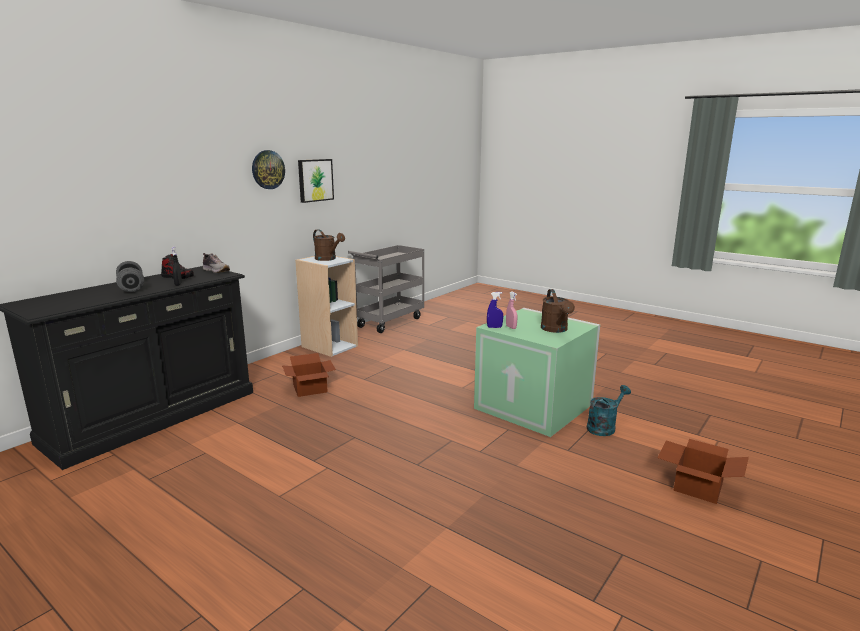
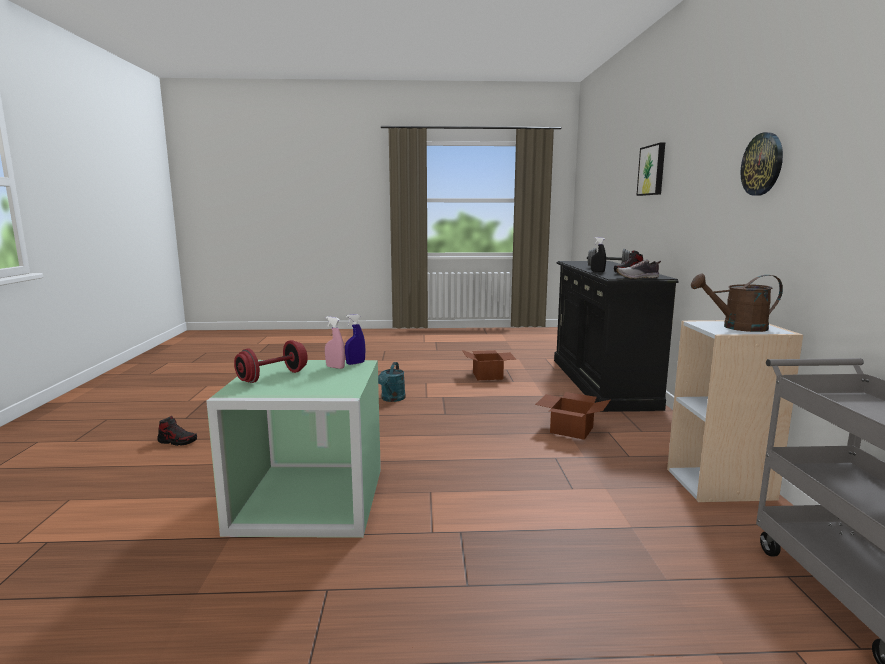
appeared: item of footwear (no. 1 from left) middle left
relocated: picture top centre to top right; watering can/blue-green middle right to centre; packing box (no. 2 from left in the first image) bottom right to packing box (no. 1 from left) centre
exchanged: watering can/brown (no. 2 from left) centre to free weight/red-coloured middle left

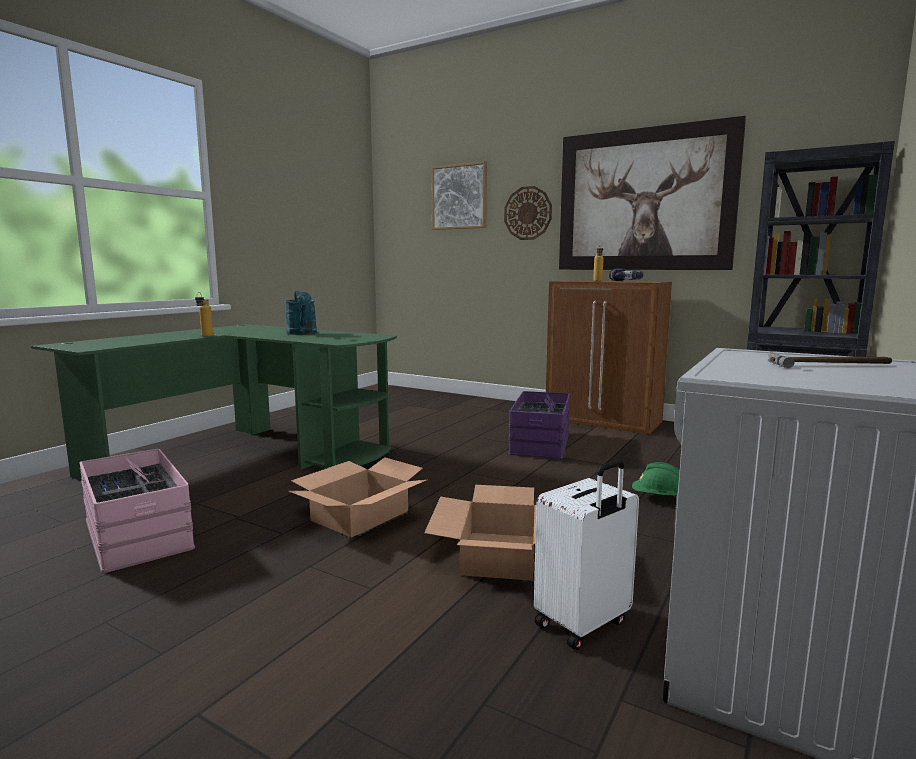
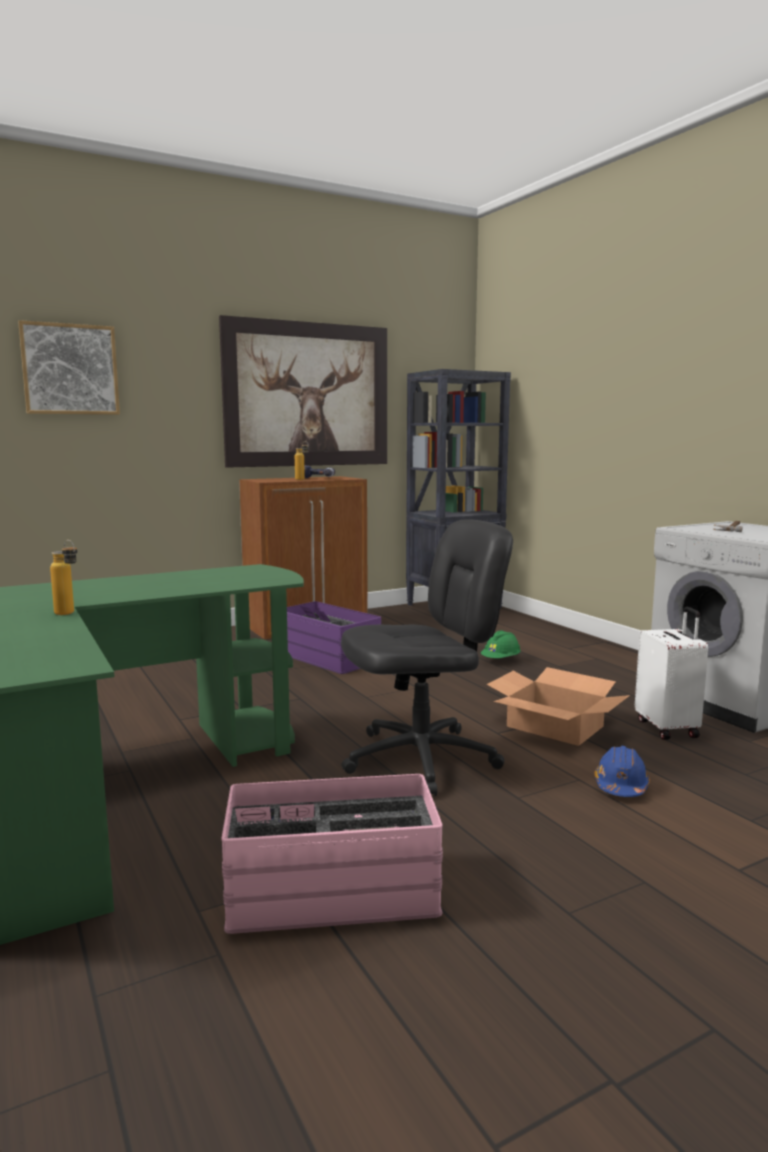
missing: hanging clock top centre; watering can/blue-green middle left
appeared: work helmet/bluish bottom right
exchanged: packing box (no. 1 from left) centre to computer chair/blackish centre

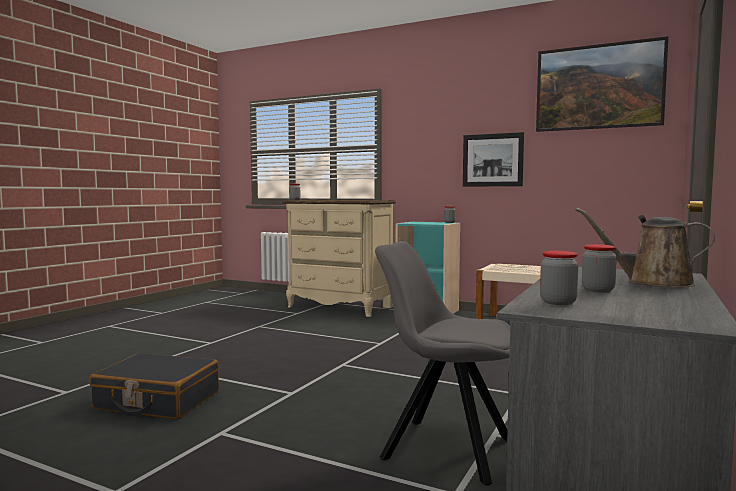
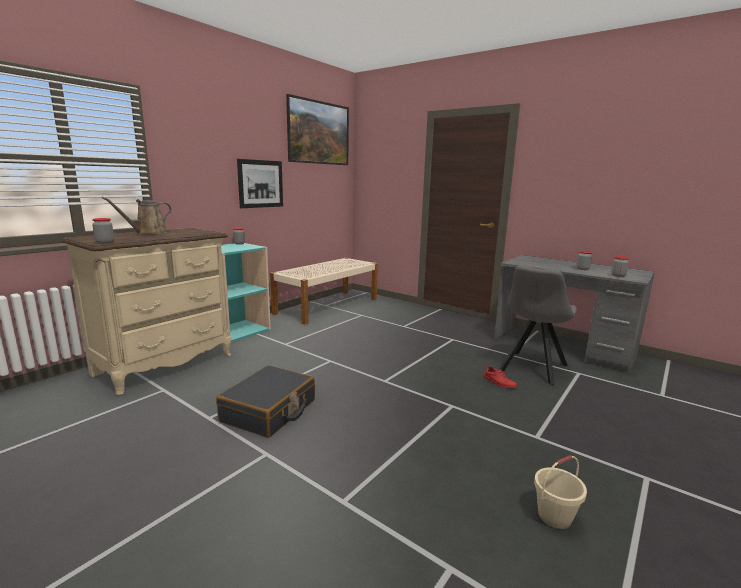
appeared: item of footwear/red-coloured middle right; pail/beige bottom right
relocated: watering can/brown middle right to middle left; suitcase/blackish bottom left to bottom centre

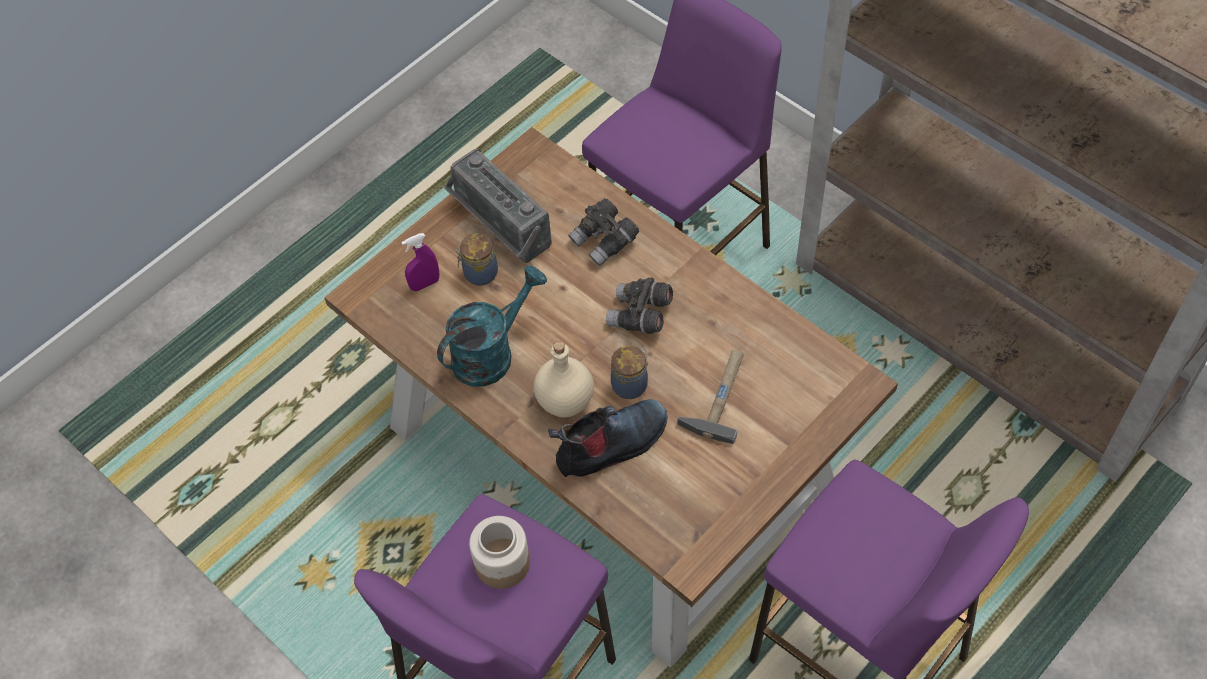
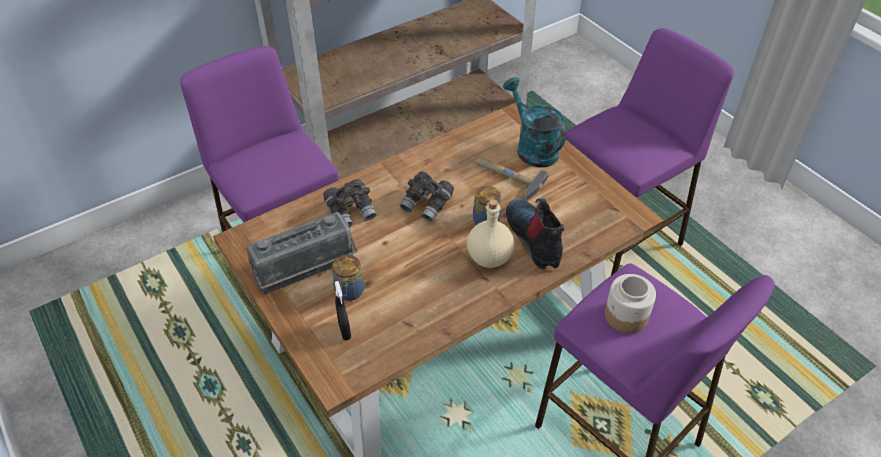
relocated: watering can/blue-green centre to top centre
colour: hand sprayer/purple centre to hand sprayer/blackish bottom centre

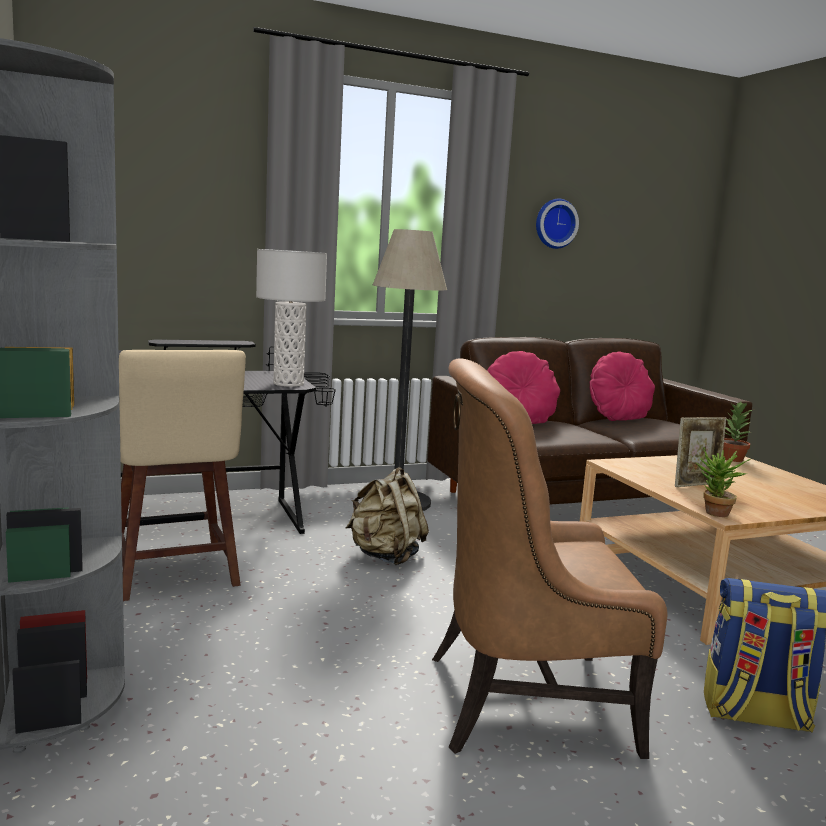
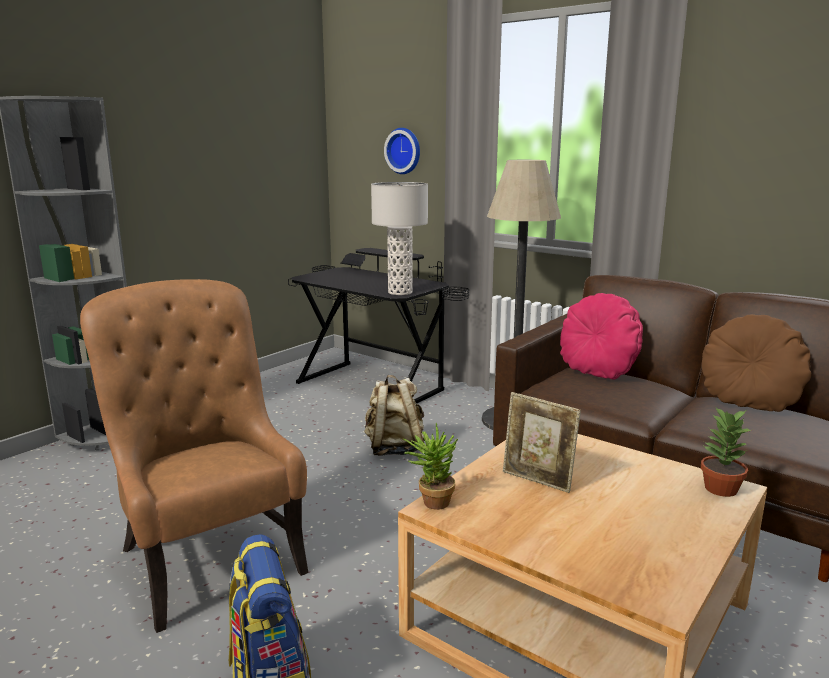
missing: stool seat/beige middle left
relocated: hanging clock top right to top centre
colour: cushion/pink-coloured (no. 2 from left) middle right to cushion/brown middle right

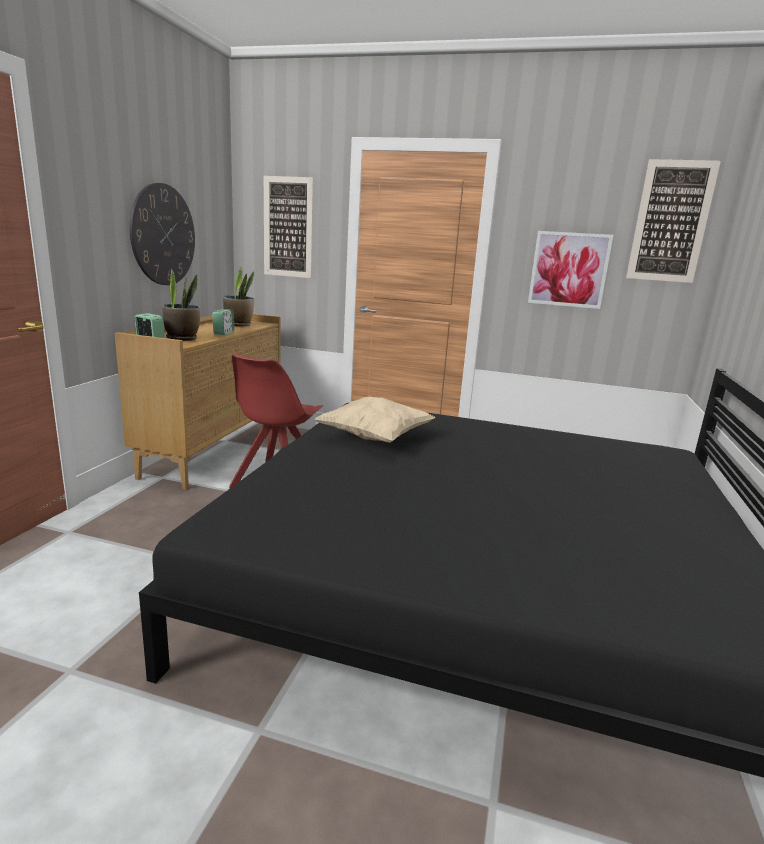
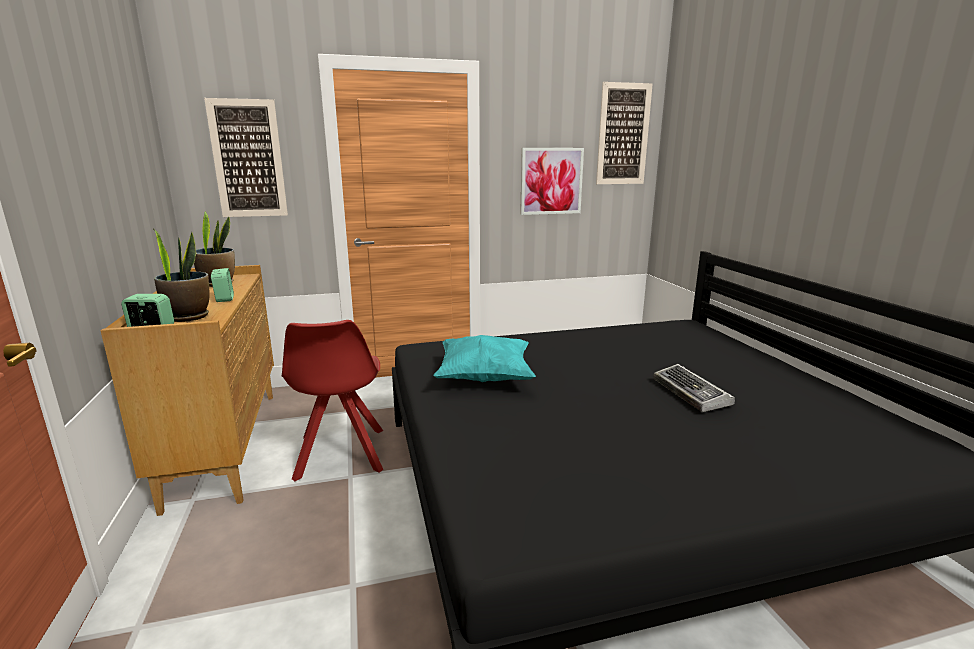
missing: hanging clock top left
appeared: computer keyboard middle right
colour: cushion/beige centre to cushion/blue-green centre

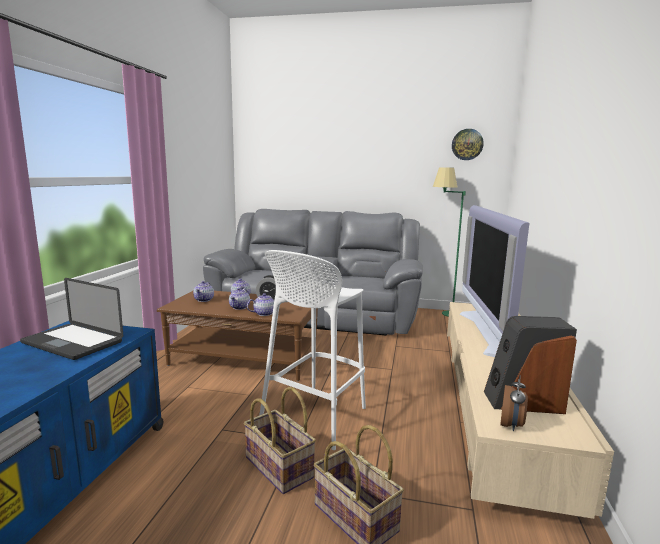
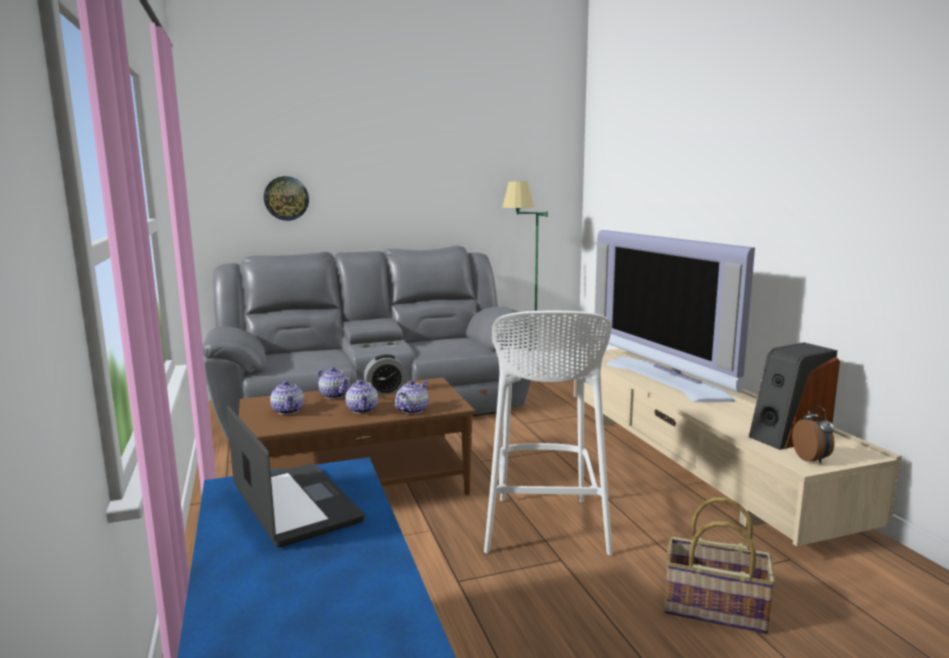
missing: storage basket (no. 1 from left) bottom centre
relocated: hanging clock top right to top left
spun: laptop middle left = bottom left 120 degrees counterclockwise

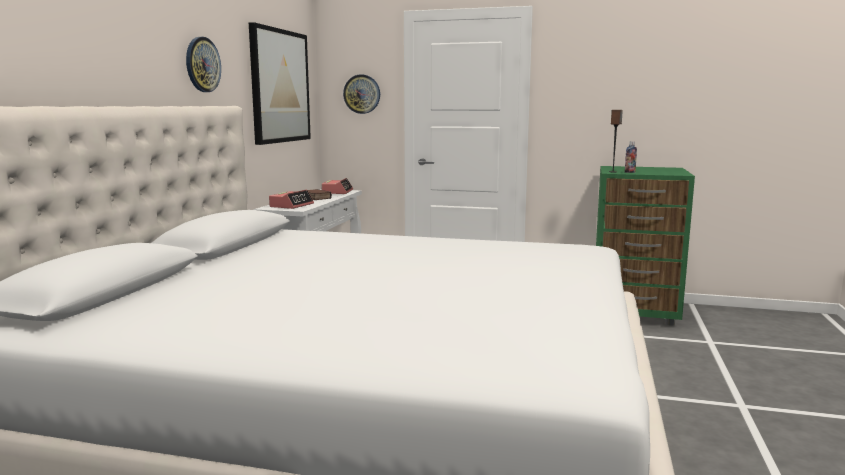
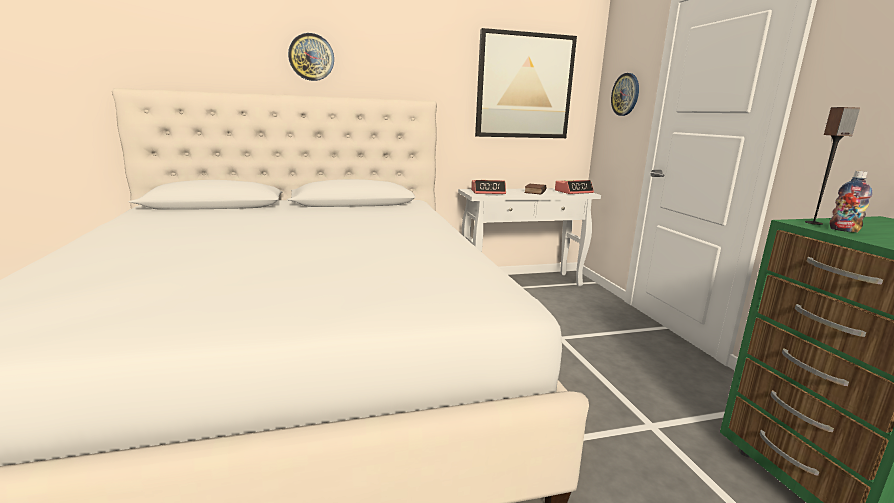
relocated: hanging clock (no. 1 from left) top left to top centre

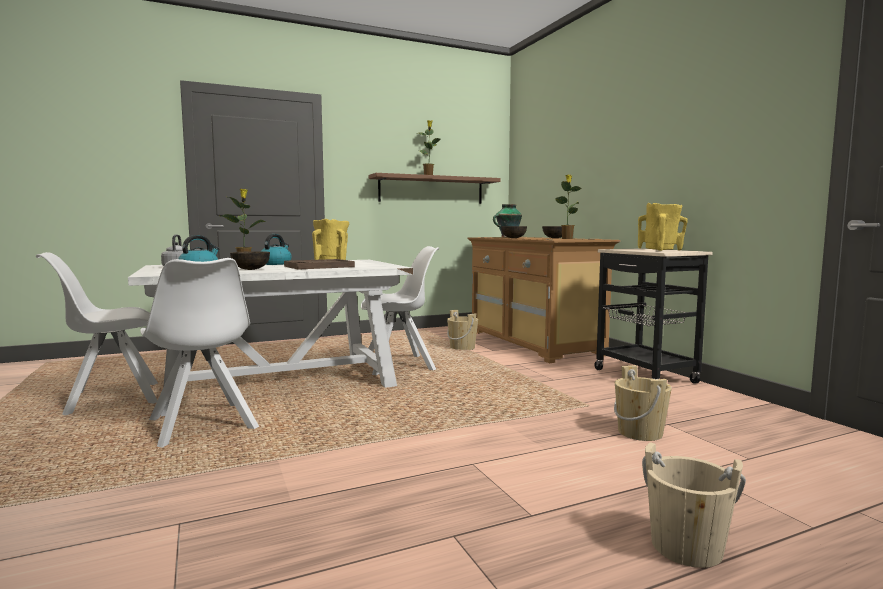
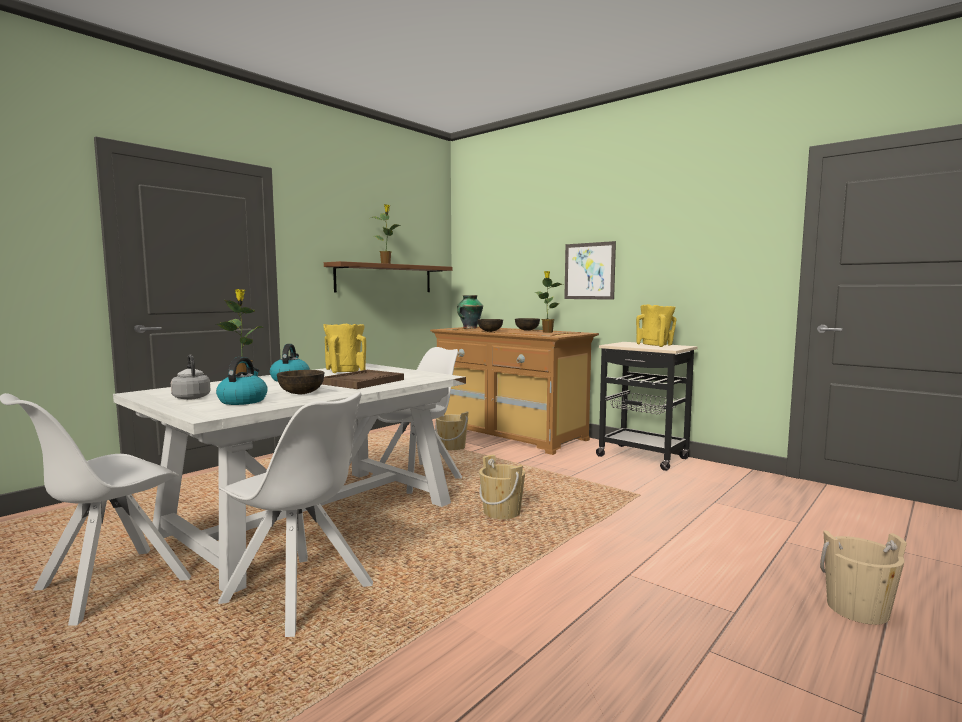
appeared: picture centre
relocated: pail/beige (no. 2 from left) bottom right to bottom centre

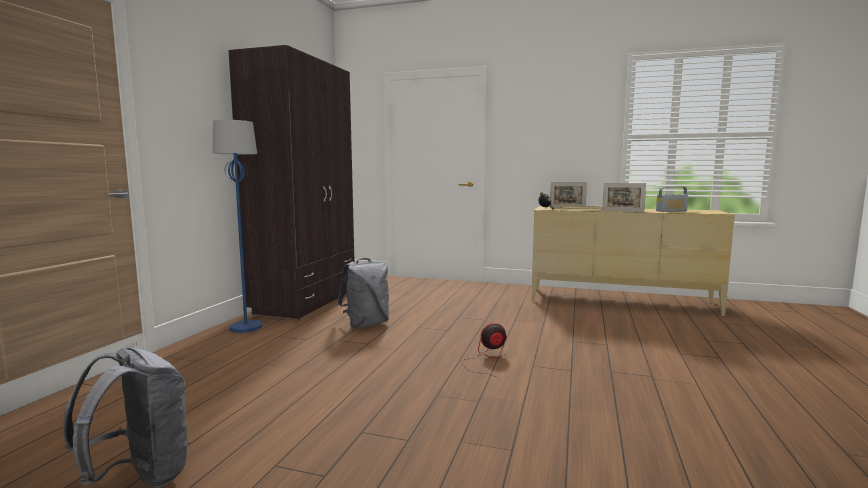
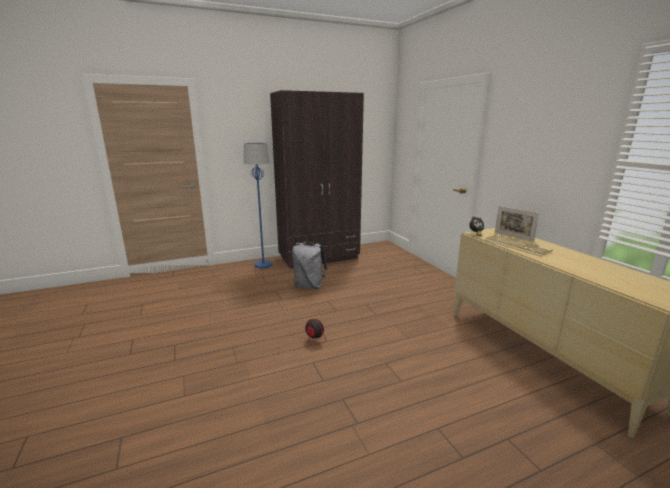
missing: standing frame (no. 2 from left) middle right; radio receiver middle right; rucksack/greyish (no. 1 from left) bottom left

